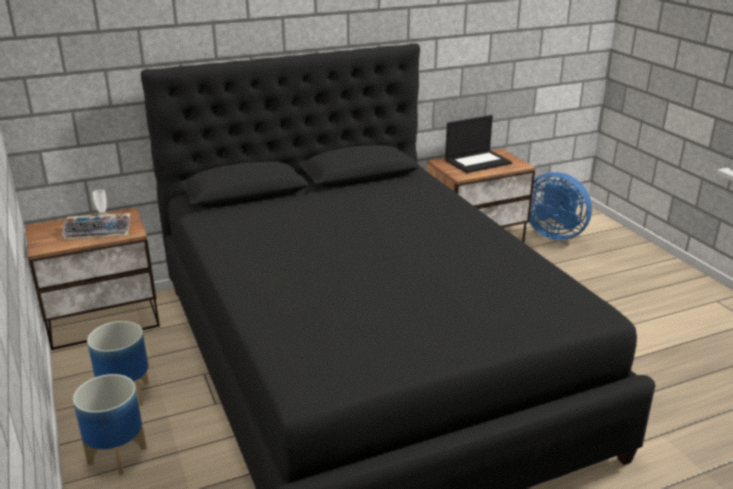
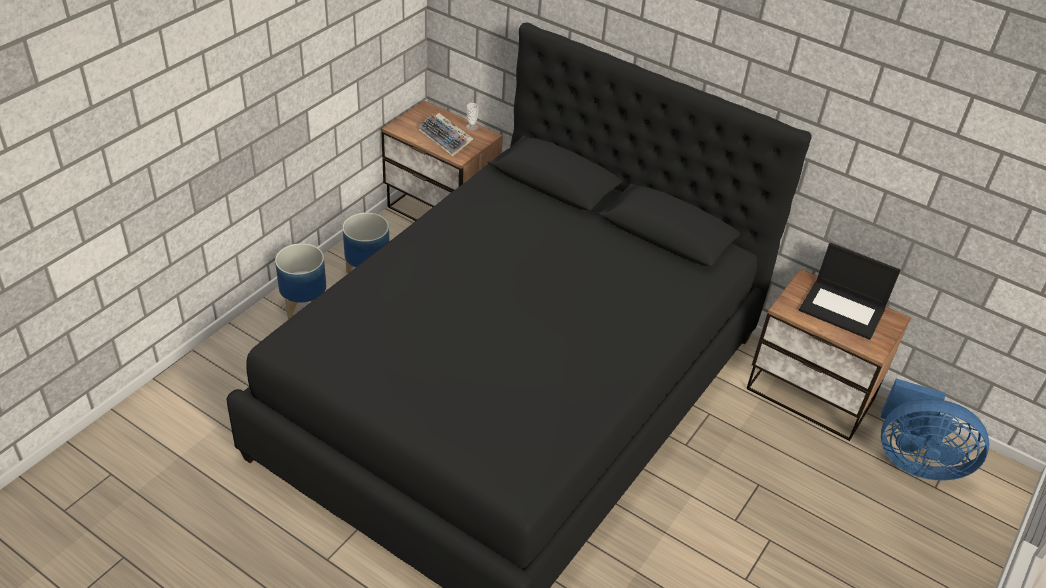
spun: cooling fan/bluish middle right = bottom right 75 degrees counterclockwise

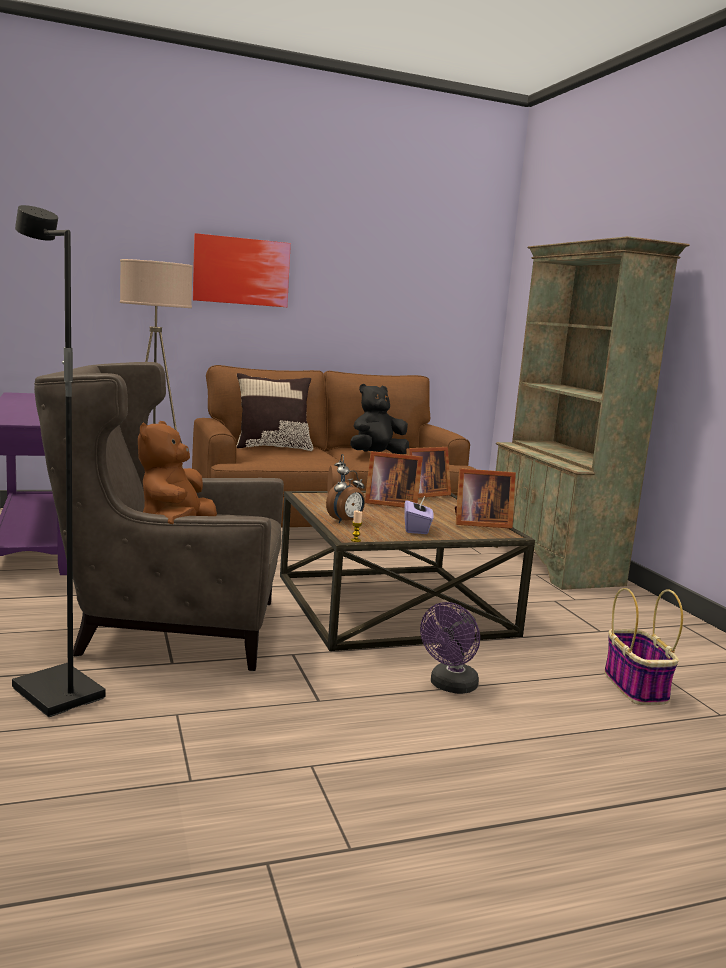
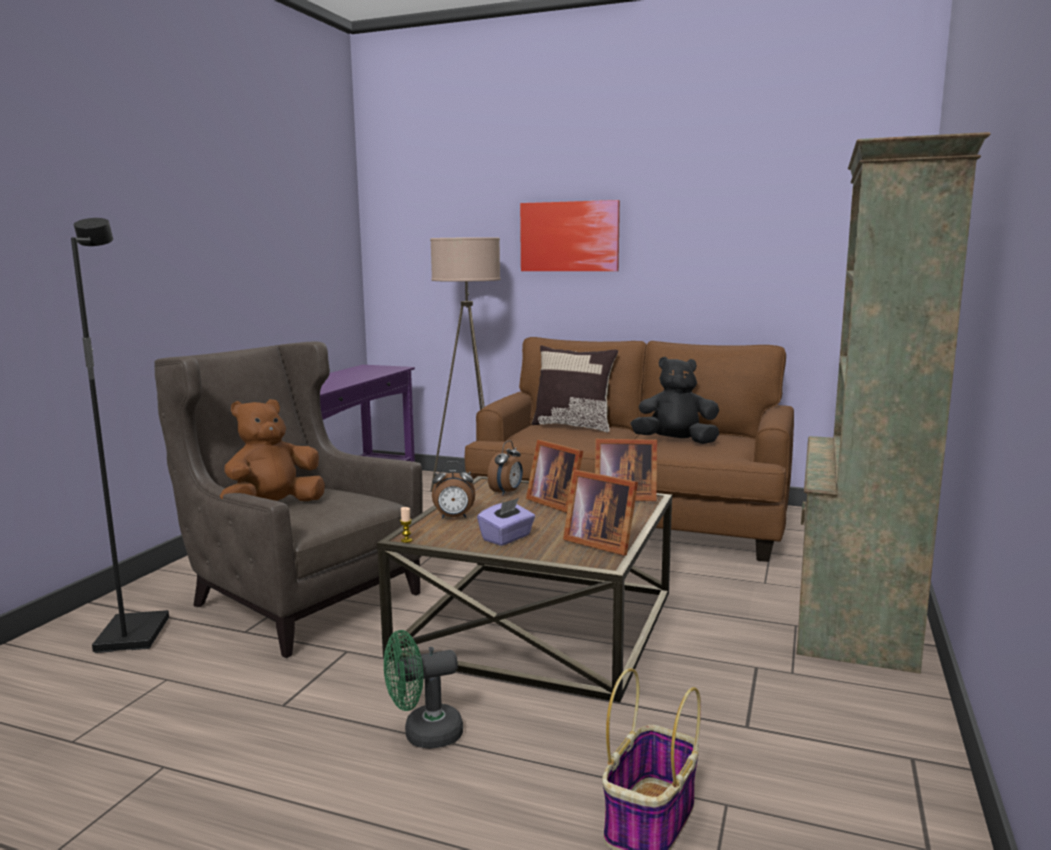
colour: cooling fan/purple bottom centre to cooling fan/green bottom centre

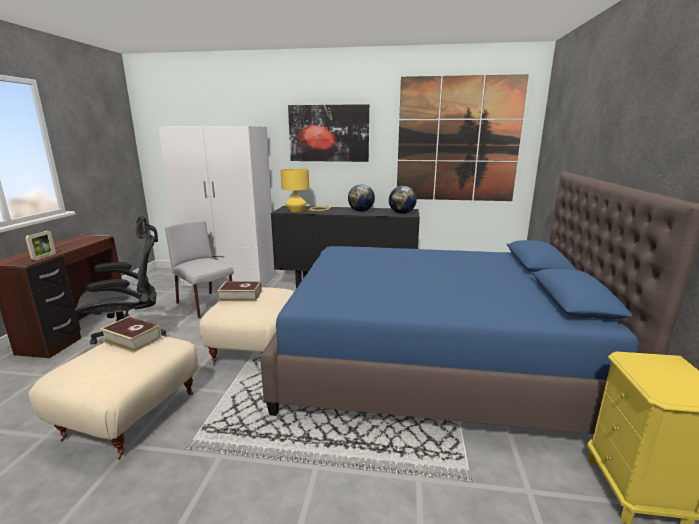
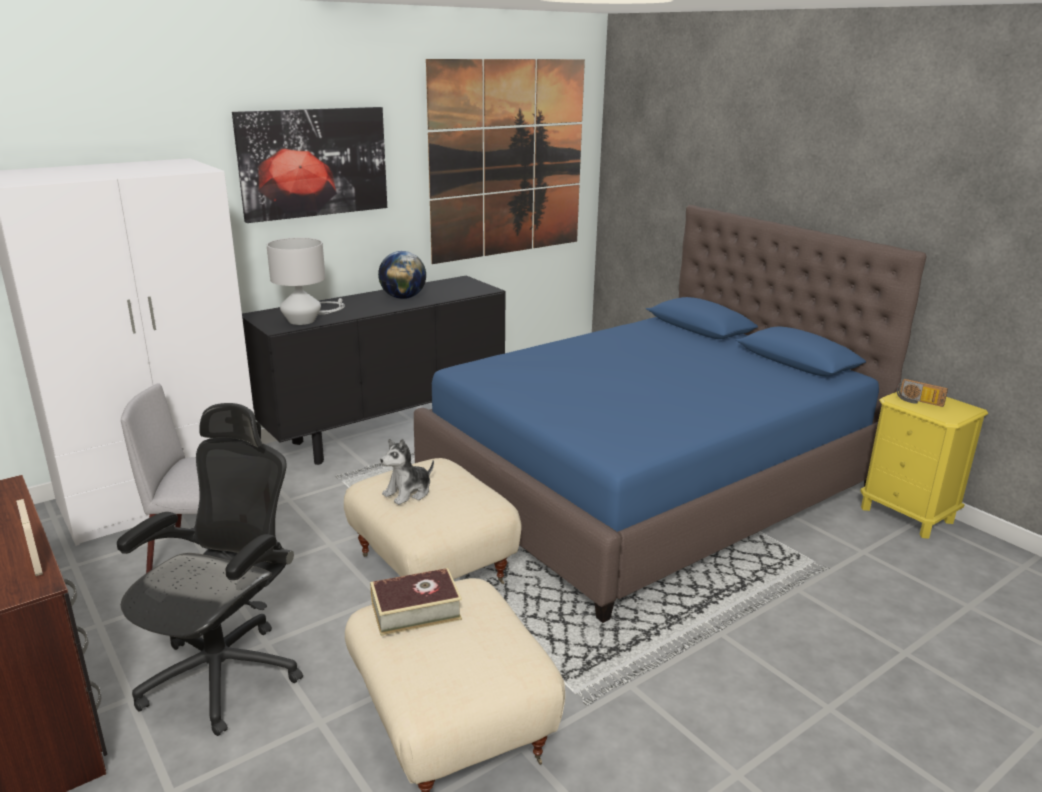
missing: world globe (no. 2 from left) centre
appeared: radio receiver middle right
exchanged: bound book (no. 2 from left) centre to soft toy centre
colour: tabletop lamp/yellow centre to tabletop lamp/white middle left

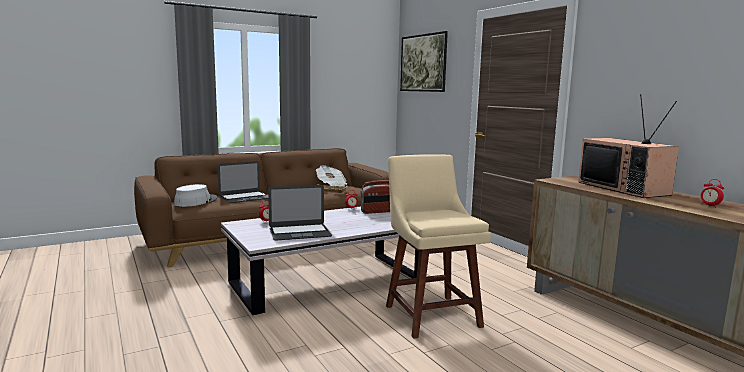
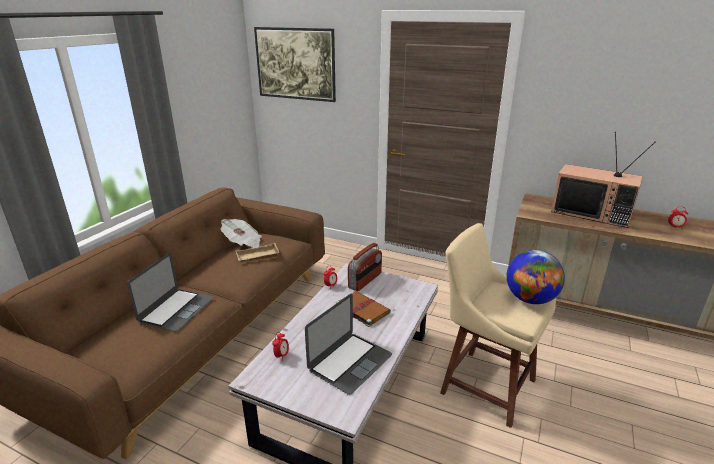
missing: clothing hat/greyish middle left
appeared: world globe middle right; bound book/brown centre

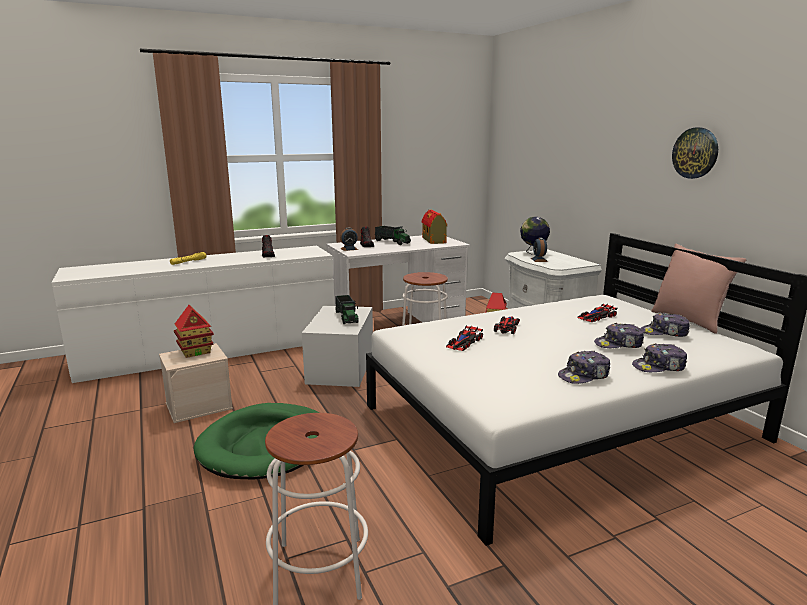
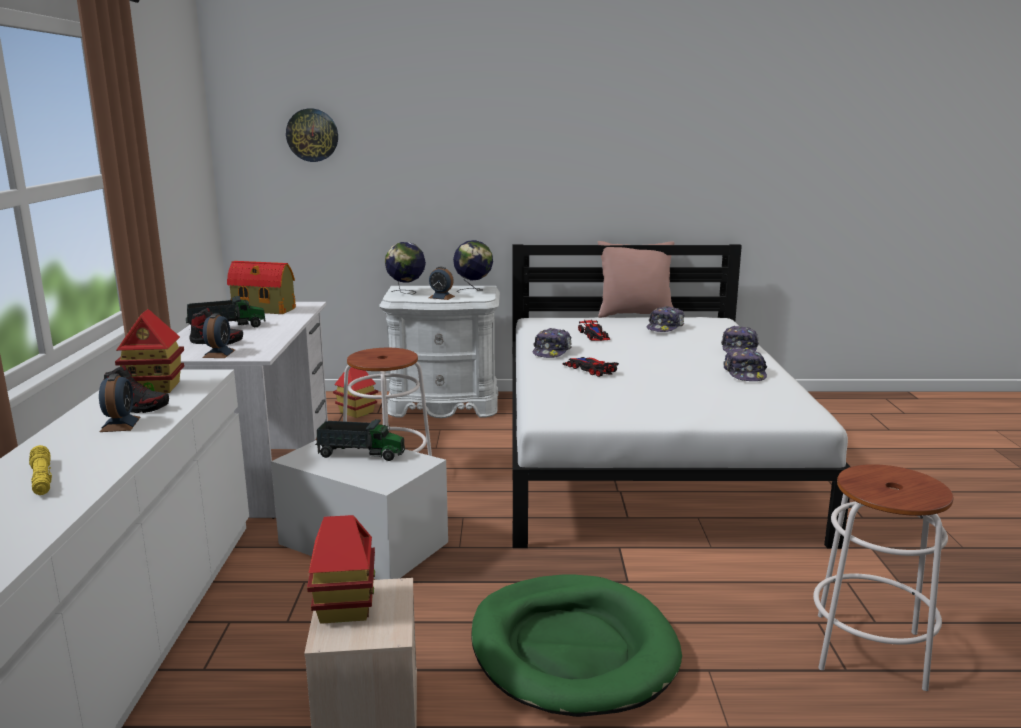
missing: miniature car (no. 1 from left) centre
appeared: world globe (no. 2 from left) centre; toy house (no. 1 from left) middle left; table clock (no. 1 from left) middle left
relocated: hanging clock top right to top left; baseball cap (no. 2 from left in the first image) middle right to baseball cap (no. 1 from left) centre

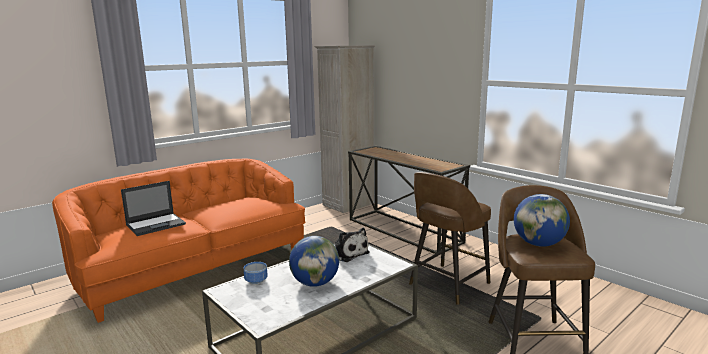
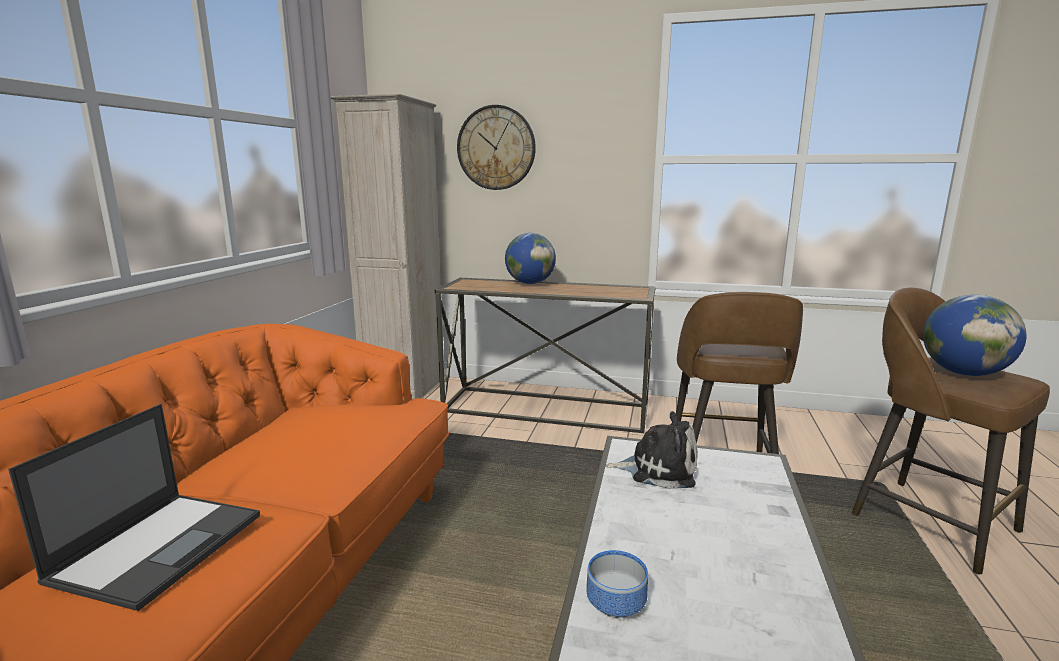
appeared: hanging clock top centre
relocated: world globe (no. 1 from left) bottom centre to centre

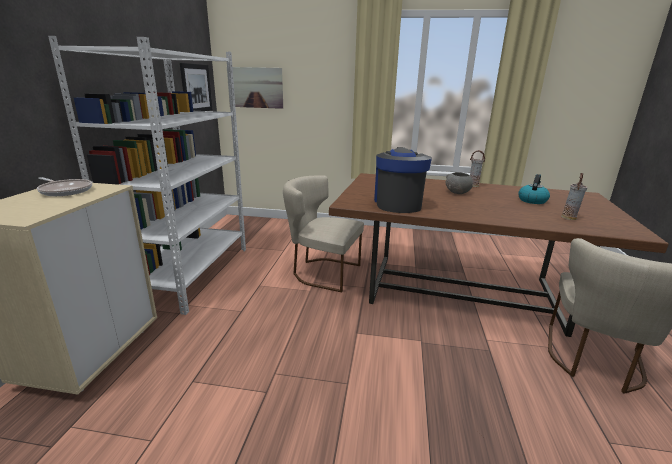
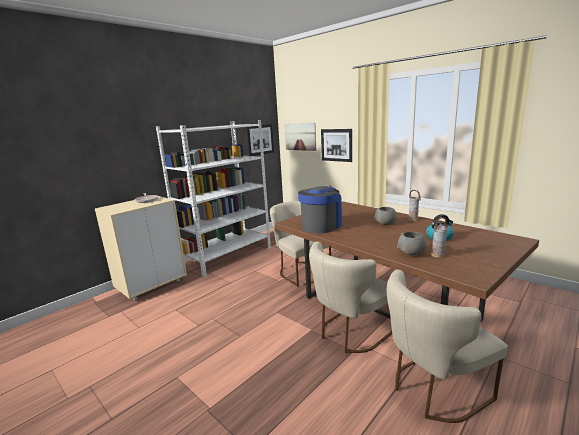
appeared: picture (no. 3 from left) centre; deep dish/greyish (no. 2 from left) middle right; chair/beige (no. 2 from left) bottom centre

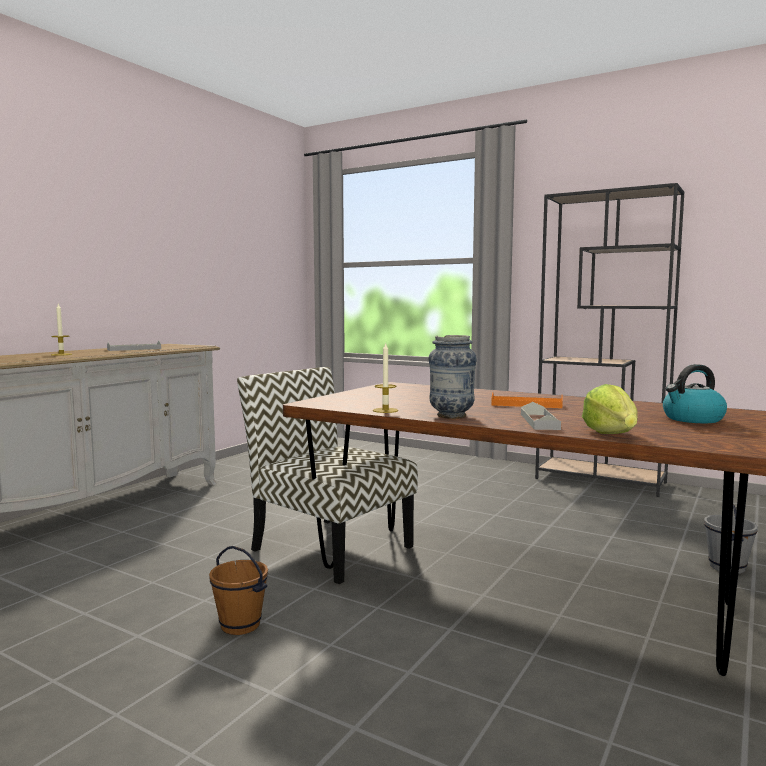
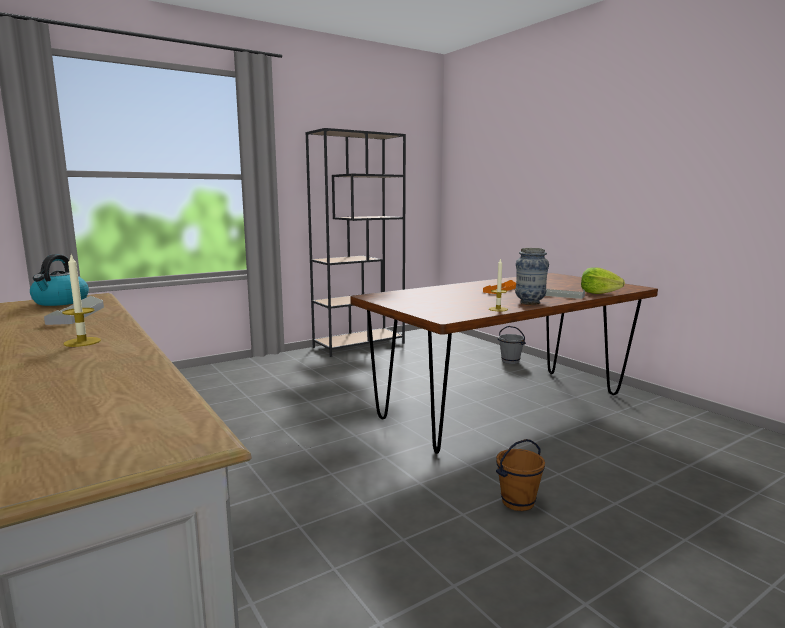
missing: chair centre
relocated: tea kettle middle right to middle left

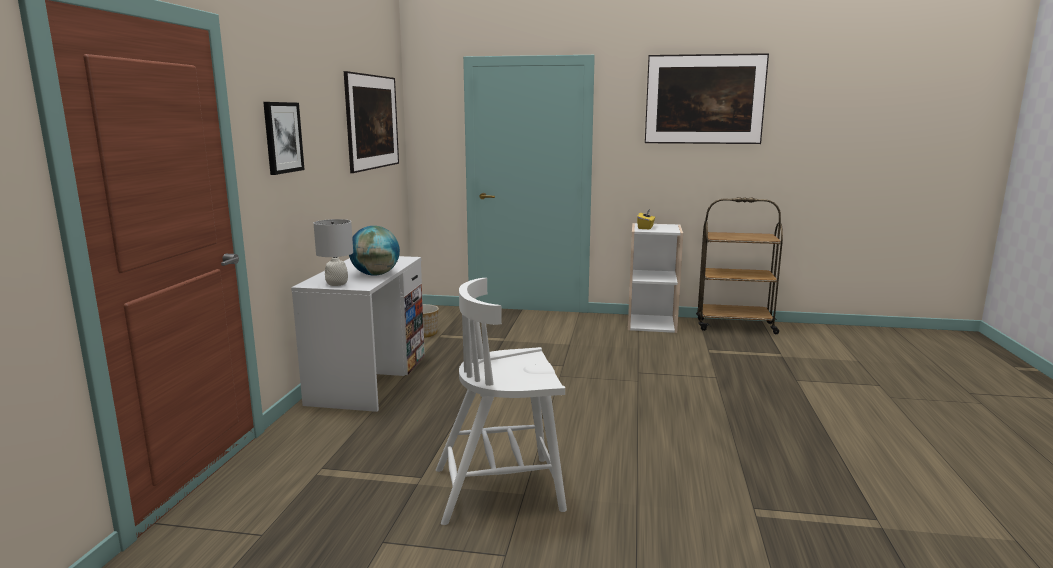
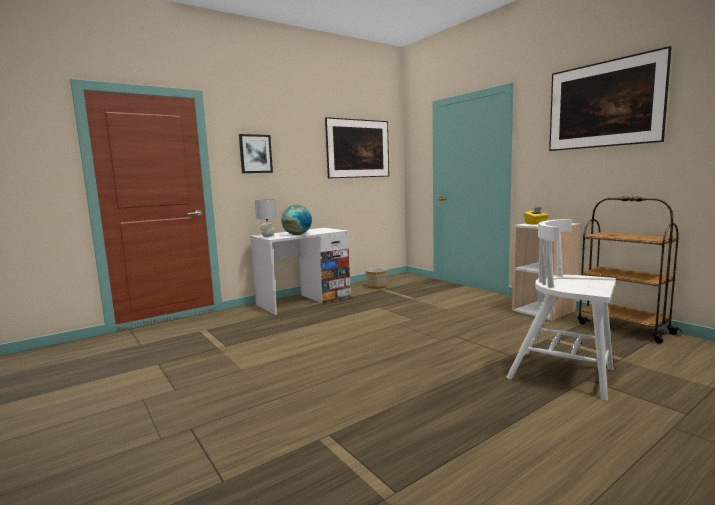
relocated: chair/white bottom centre to middle right

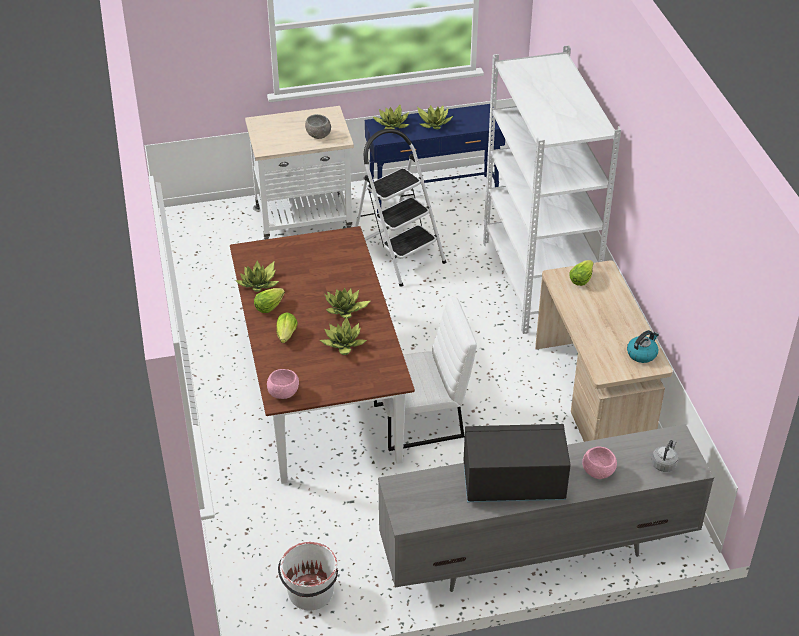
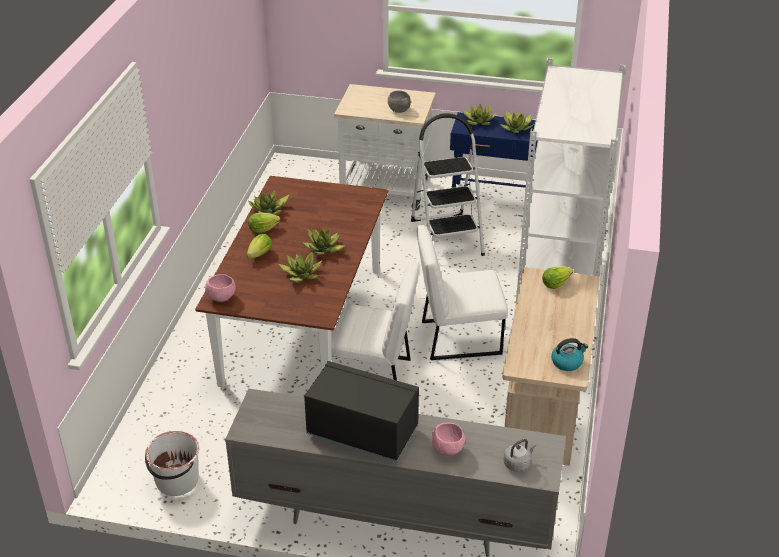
appeared: chair/white (no. 2 from left) centre

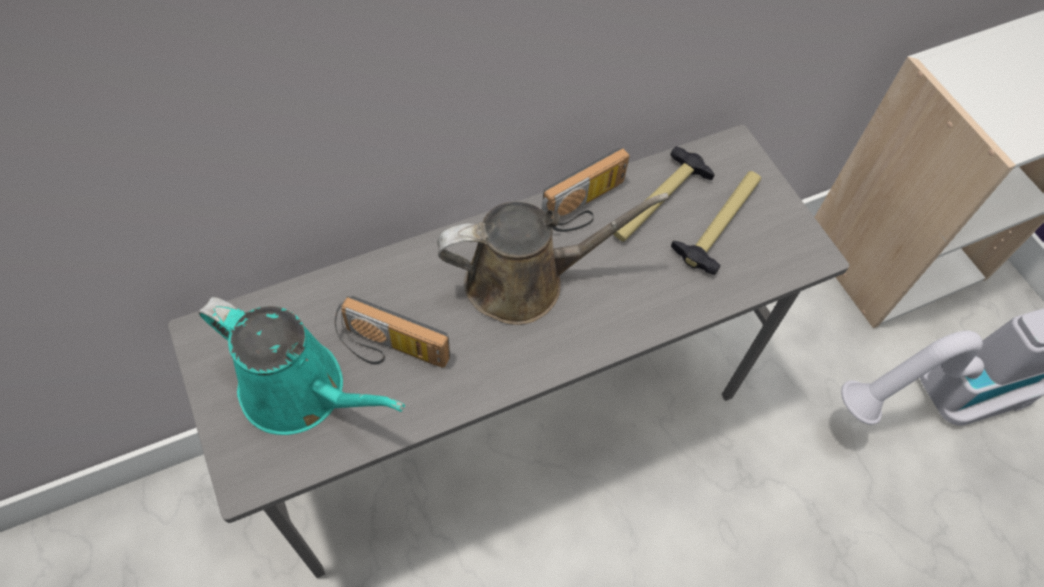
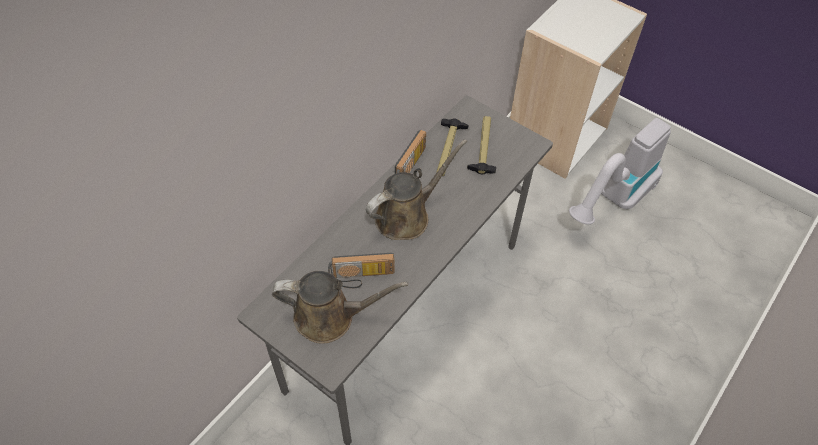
colour: watering can/blue-green middle left to watering can/brown (no. 1 from left) bottom centre

